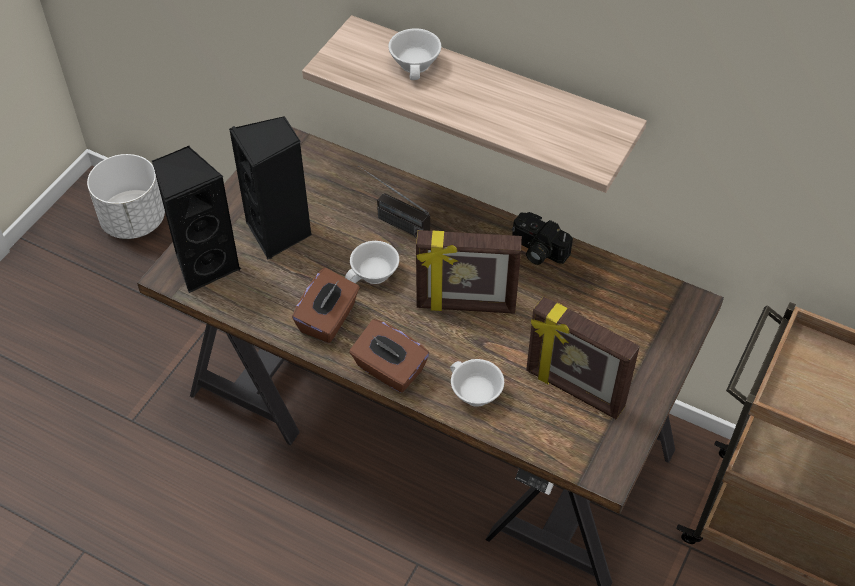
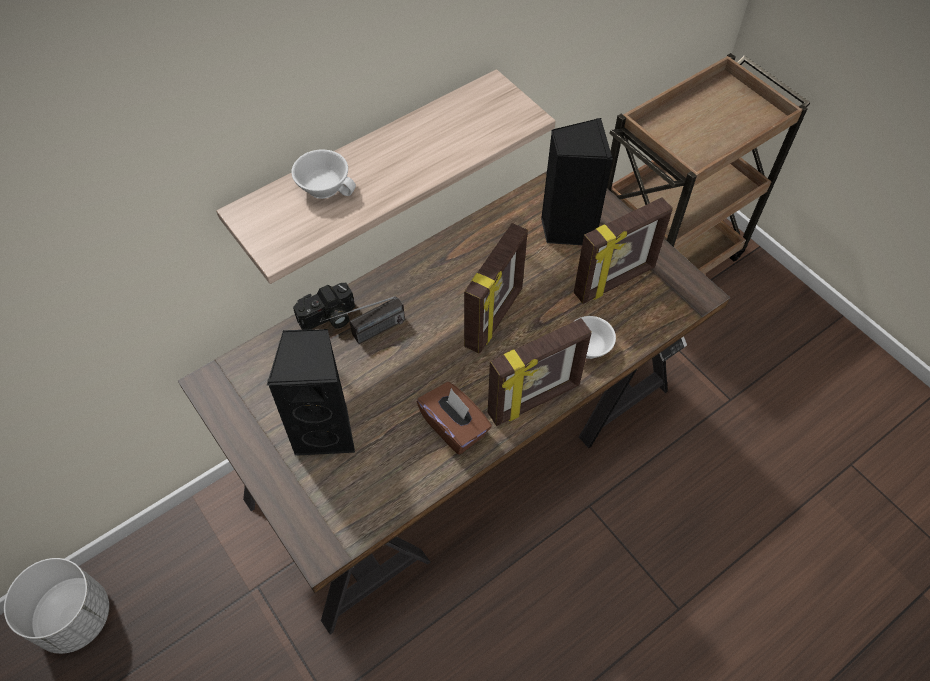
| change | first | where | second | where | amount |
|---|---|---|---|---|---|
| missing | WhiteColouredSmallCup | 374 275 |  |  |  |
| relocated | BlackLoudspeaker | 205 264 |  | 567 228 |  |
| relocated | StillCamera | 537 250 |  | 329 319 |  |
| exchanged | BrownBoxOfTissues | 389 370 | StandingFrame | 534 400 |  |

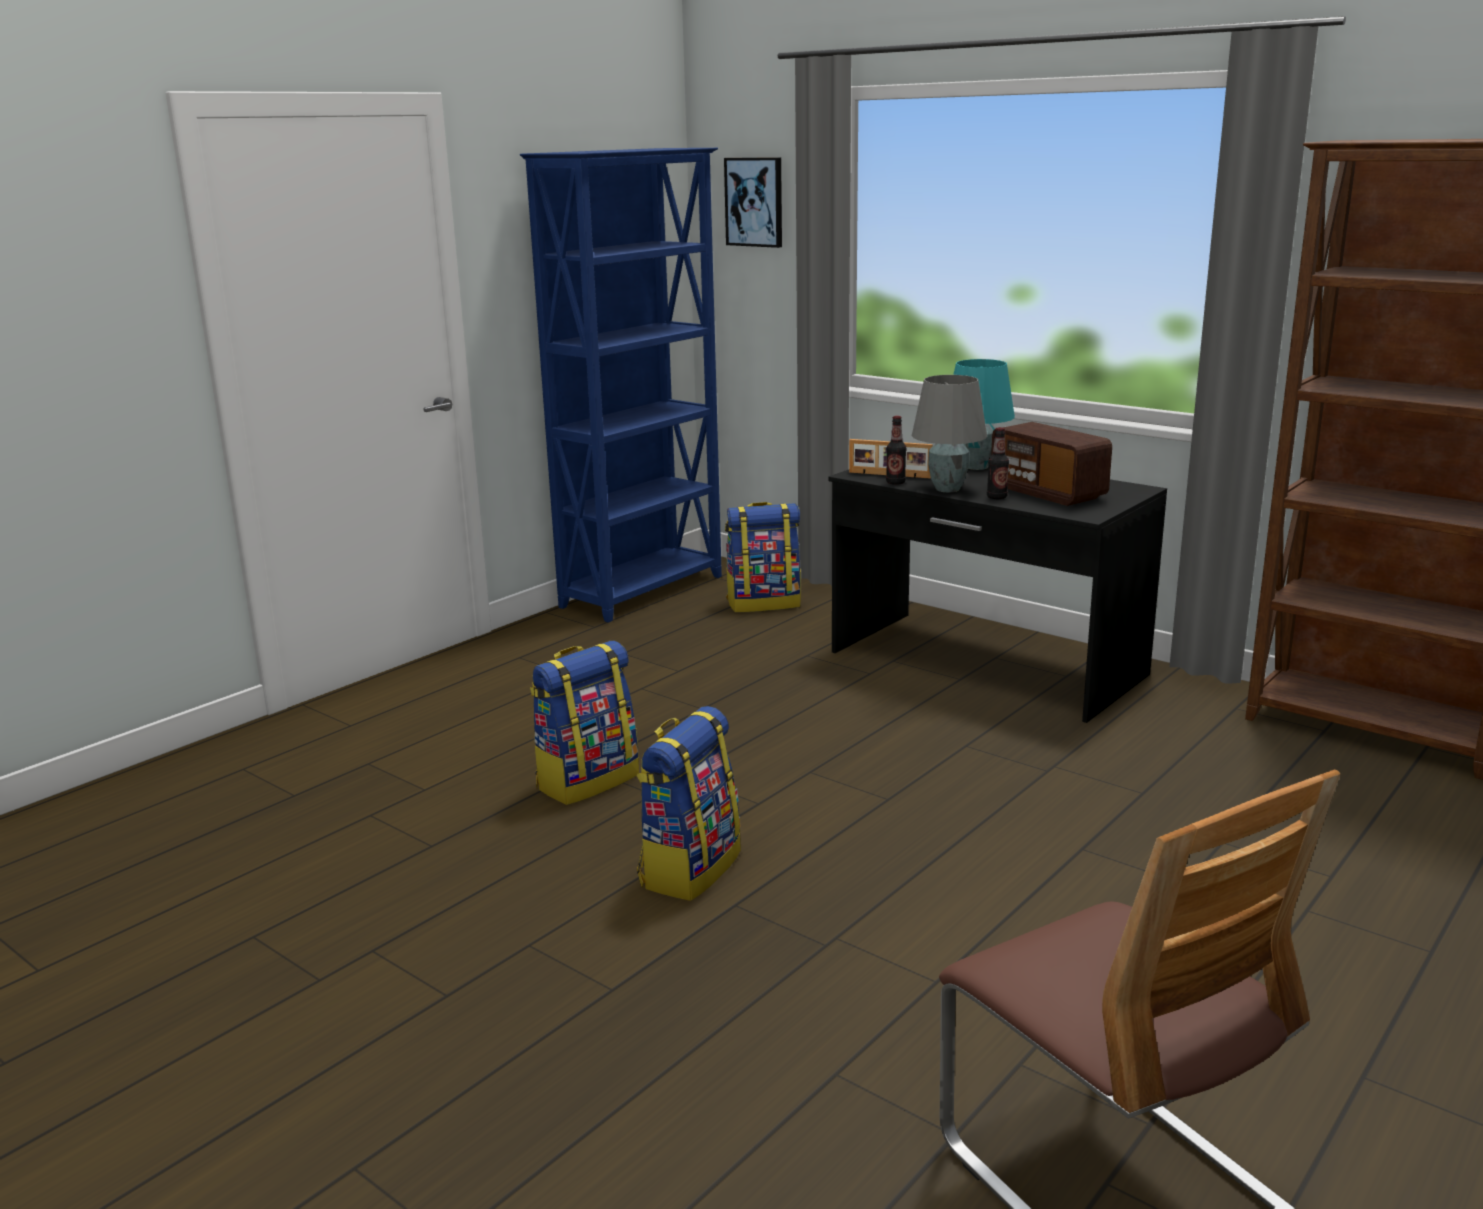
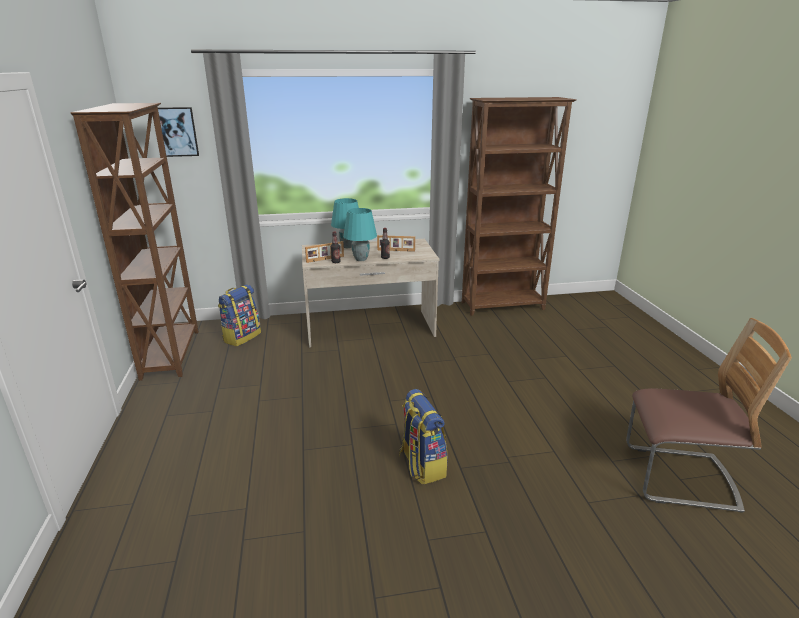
| change | first | where | second | where | amount |
|---|---|---|---|---|---|
| missing | Backpack | 587 781 |  |  |  |
| exchanged | Radio | 1048 492 | StandingFrame | 396 250 |  |
| colour | BlueBookcase | 645 591 | BrownBookcase | 172 353 |  |
| colour | BlackDeskTable | 985 664 | BeigeDeskTable | 370 328 |  |
| colour | GreyTableLamp | 947 489 | BlueGreenTableLamp | 360 259 |  |

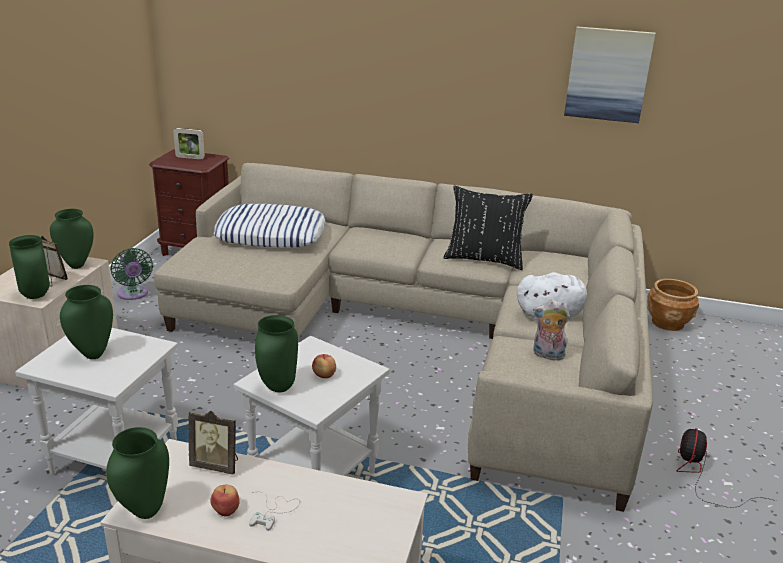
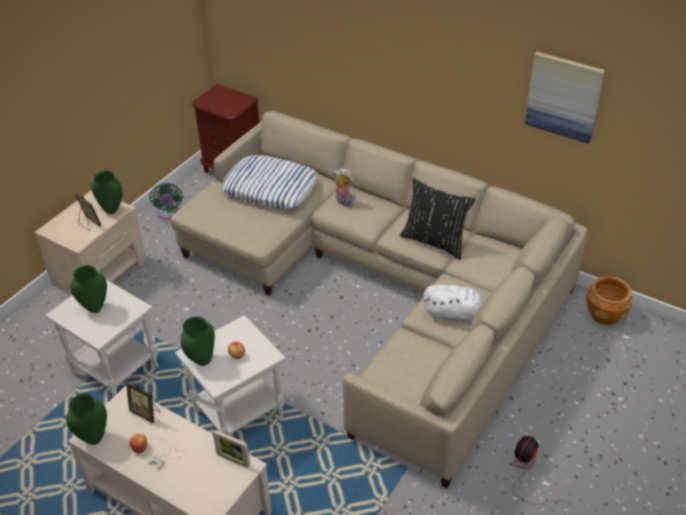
| change | first | where | second | where | amount |
|---|---|---|---|---|---|
| missing | GreenColouredVase | 36 295 |  |  |  |
| relocated | StandingFrame | 190 157 |  | 233 460 |  |
| relocated | CuddlyToy | 547 355 |  | 344 202 |  |

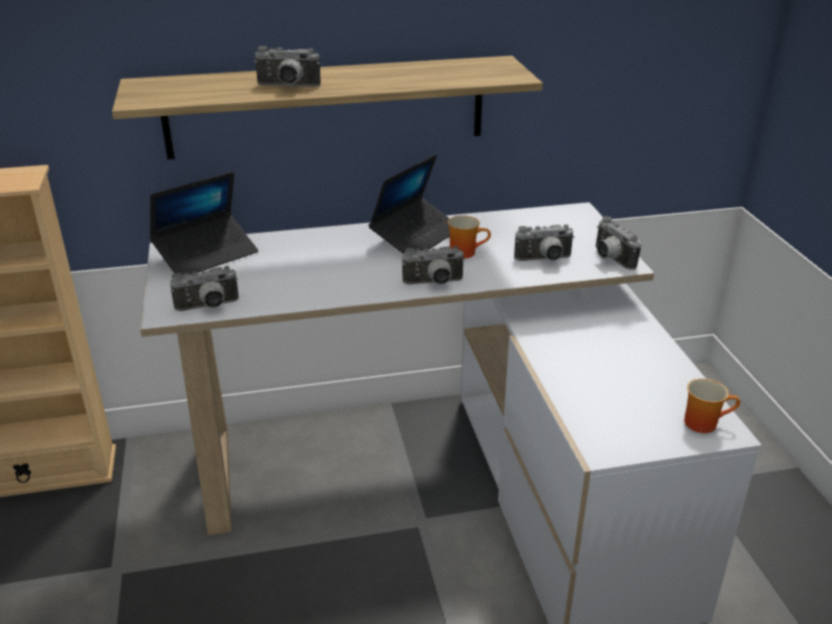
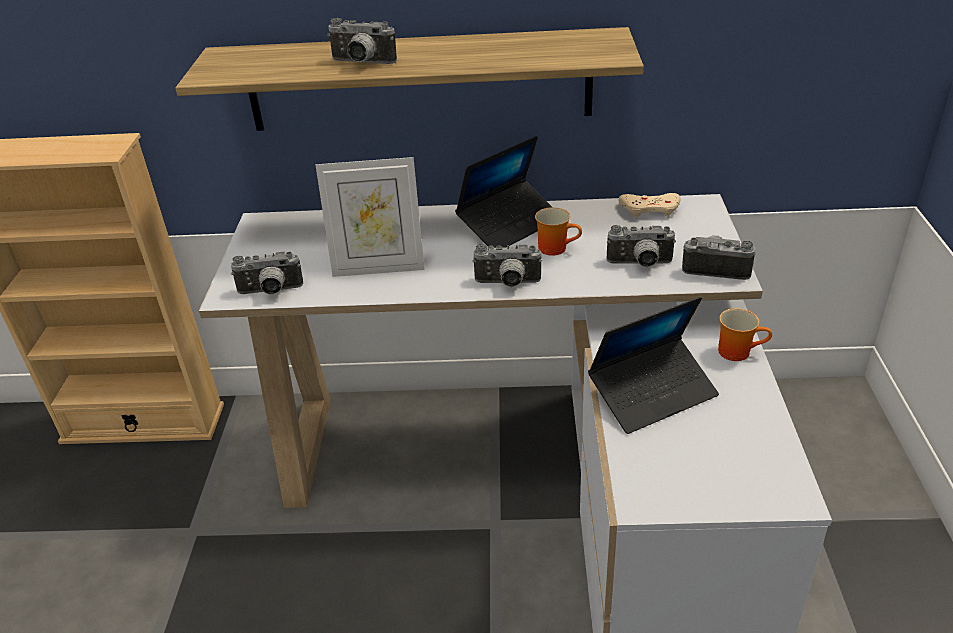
| change | first | where | second | where | amount |
|---|---|---|---|---|---|
| appeared |  |  | StandingFrame | 378 268 |  |
| appeared |  |  | BeigeGamepad | 650 210 |  |
| relocated | PortableComputer | 206 254 |  | 652 393 |  |
| relocated | TeaMug | 703 422 |  | 738 351 |  |
| spun | StillCamera | 610 258 |  | 716 268 | 120 degrees clockwise |

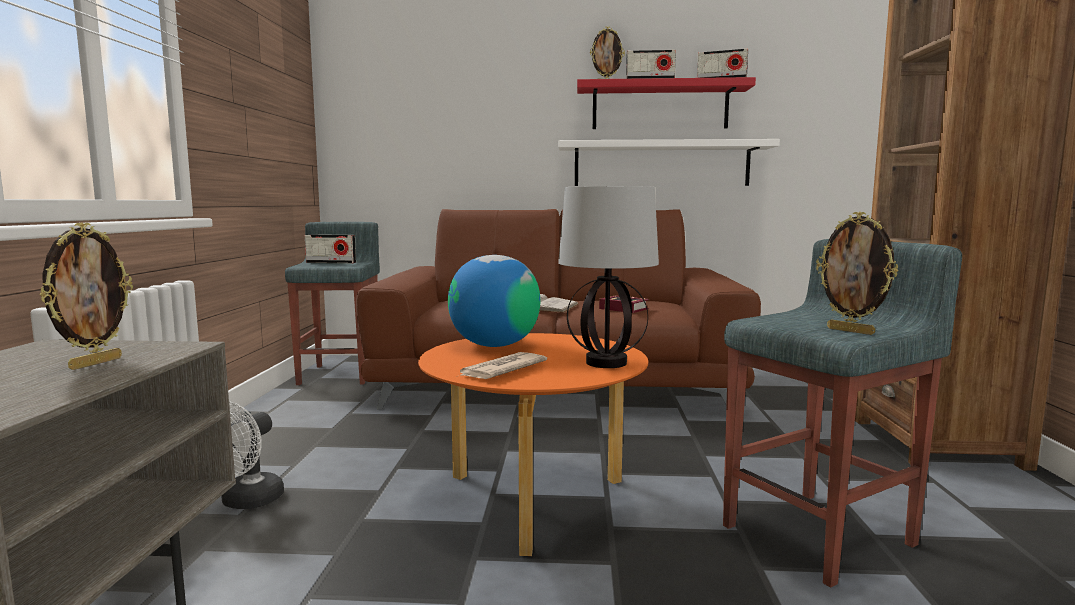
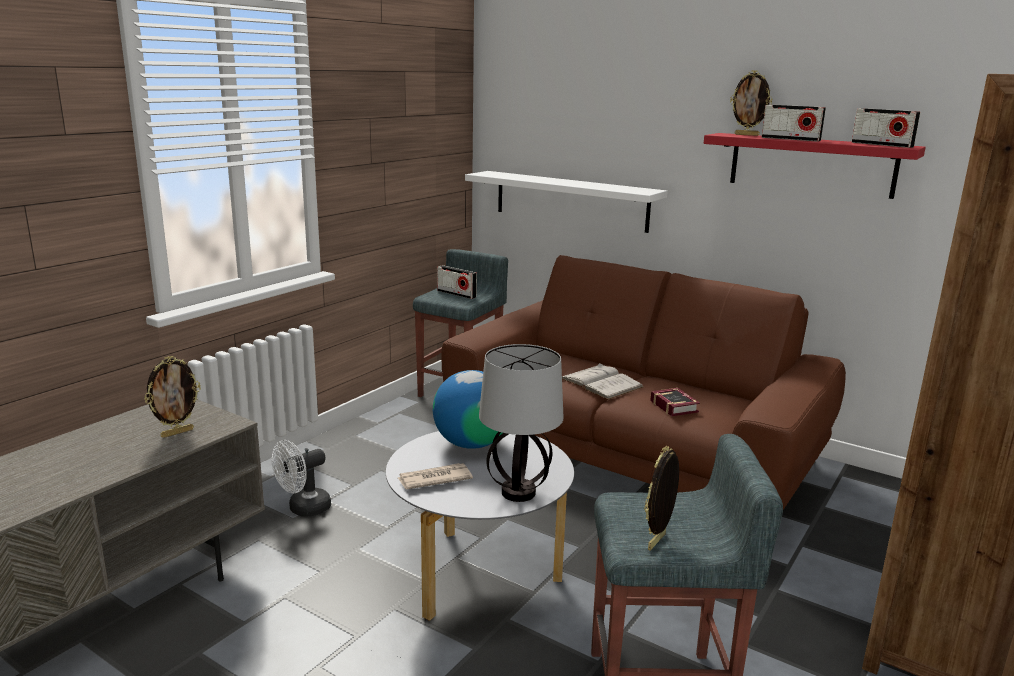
| change | first | where | second | where | amount |
|---|---|---|---|---|---|
| relocated | WhiteColouredShelf | 661 164 |  | 570 200 |  |
| colour | OrangeColouredLowTable | 534 500 | GreyLowTable | 479 574 |  |
| spun | StandingFrame | 851 331 |  | 658 542 | 45 degrees clockwise |

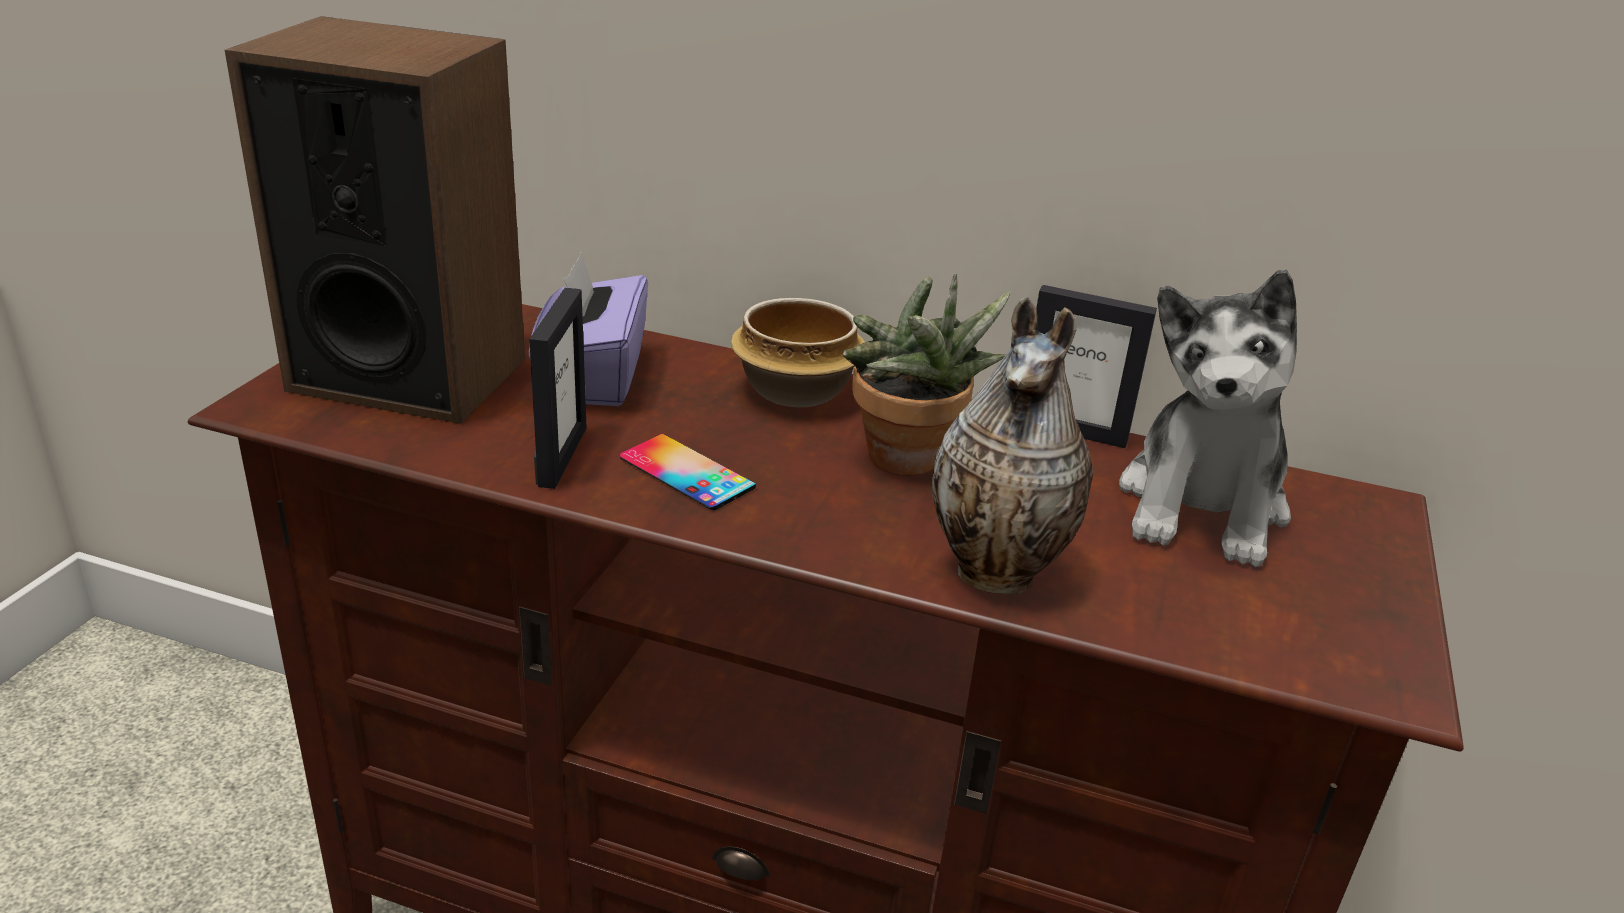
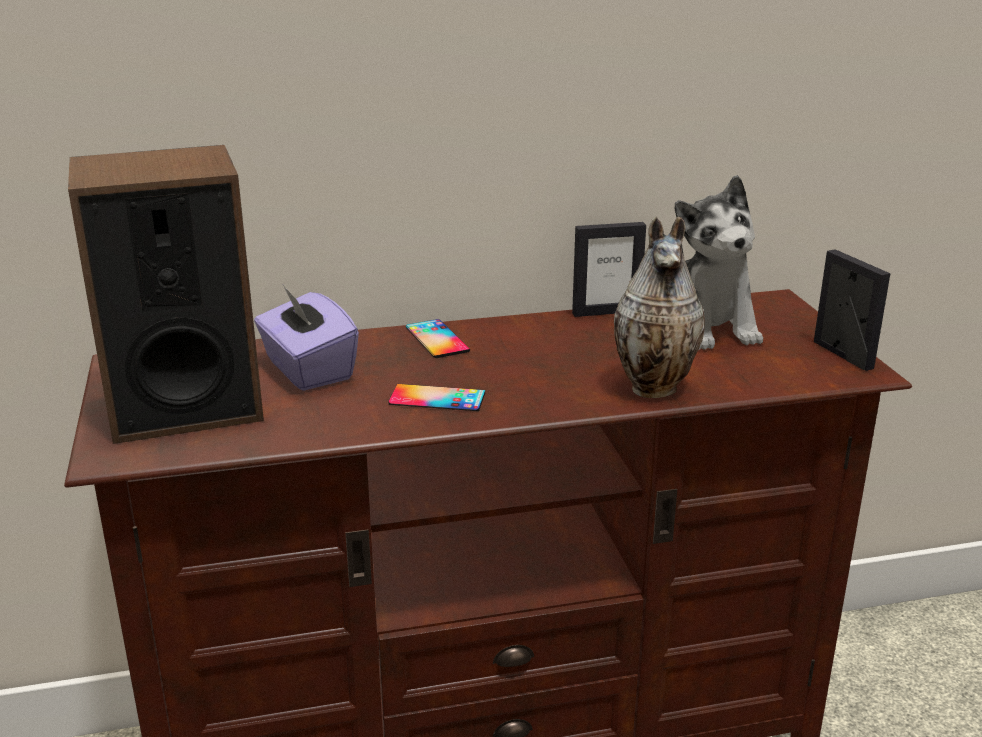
| change | first | where | second | where | amount |
|---|---|---|---|---|---|
| missing | PottedPlant | 908 464 |  |  |  |
| relocated | StandingFrame | 561 456 |  | 842 355 |  |
| exchanged | ServingBowl | 793 391 | Telephone | 437 339 |  |

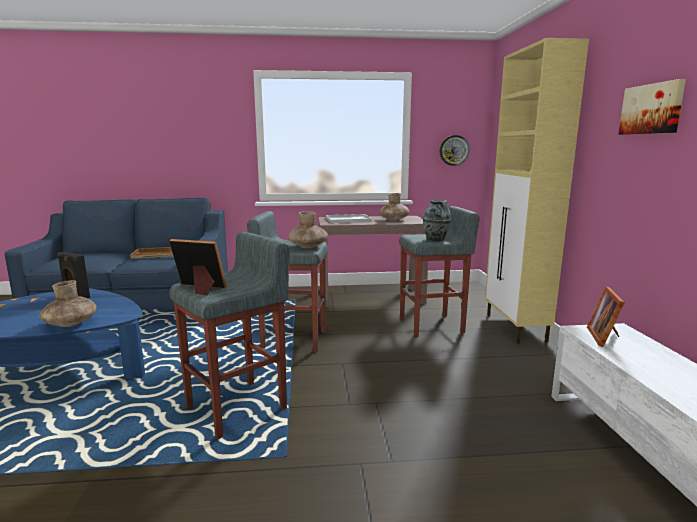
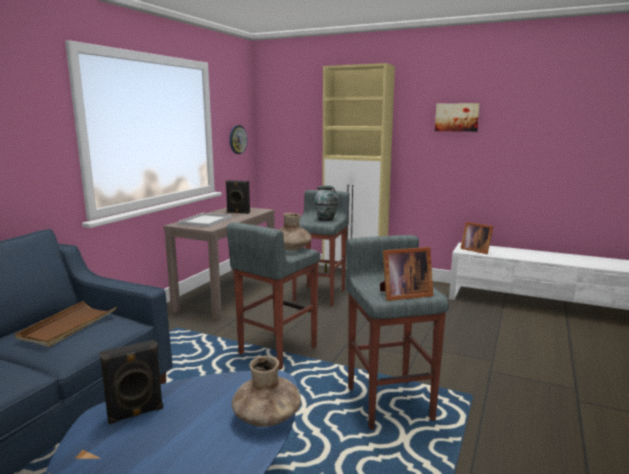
| change | first | where | second | where | amount |
|---|---|---|---|---|---|
| exchanged | BrownVase | 394 220 | BlackLoudspeaker | 238 212 |  |
| spun | StandingFrame | 199 289 |  | 403 295 | 150 degrees counterclockwise |

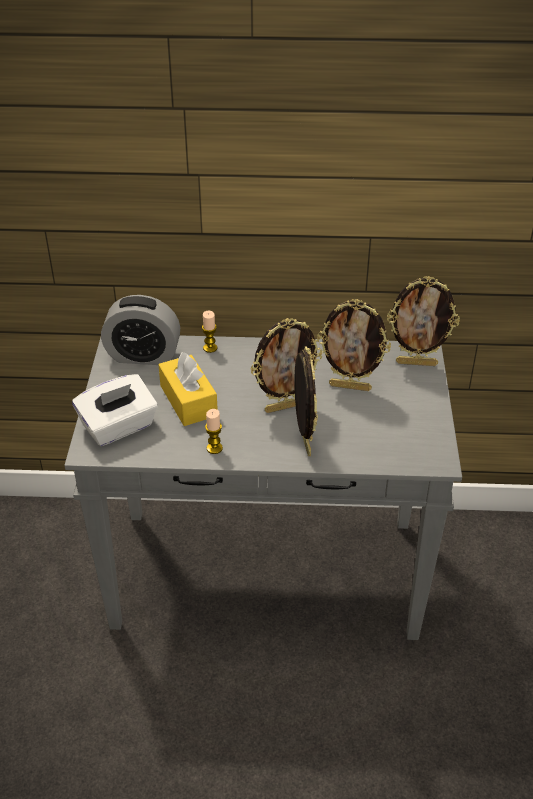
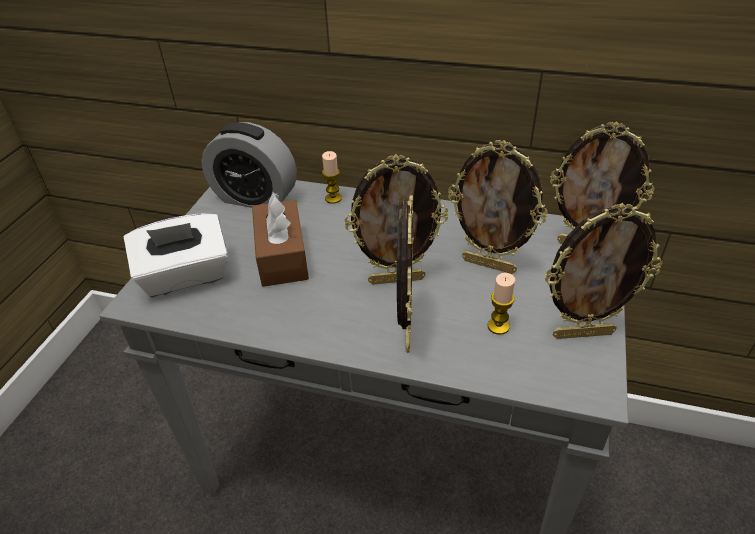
| change | first | where | second | where | amount |
|---|---|---|---|---|---|
| appeared |  |  | StandingFrame | 583 333 |  |
| relocated | Candle | 214 448 |  | 498 326 |  |
| colour | YellowishBoxOfTissues | 188 400 | BrownBoxOfTissues | 282 256 |  |

